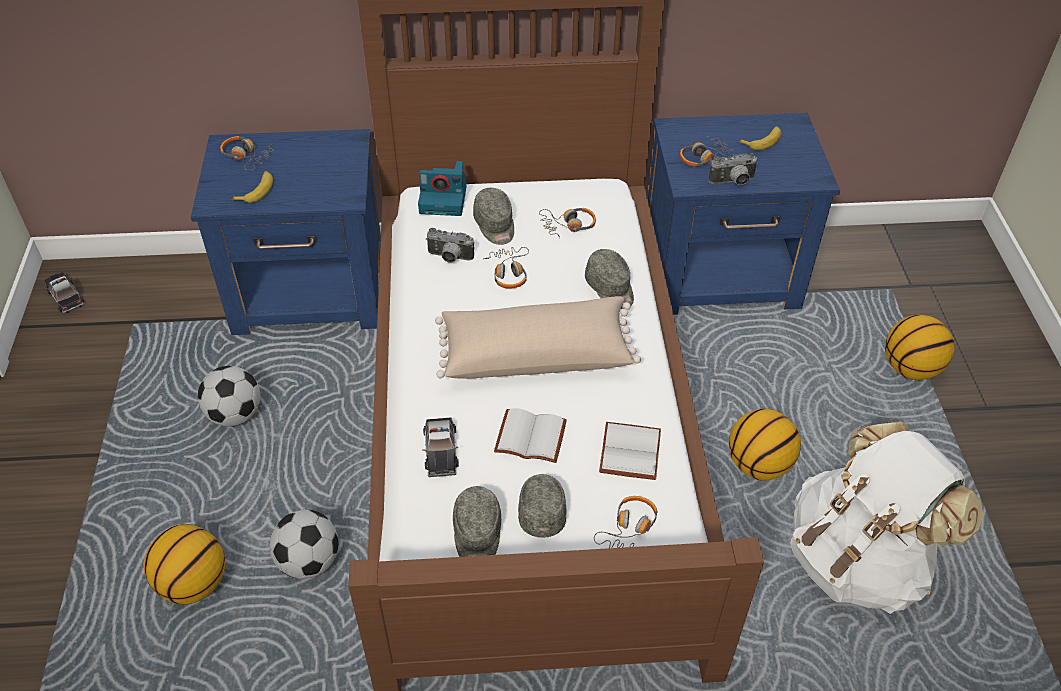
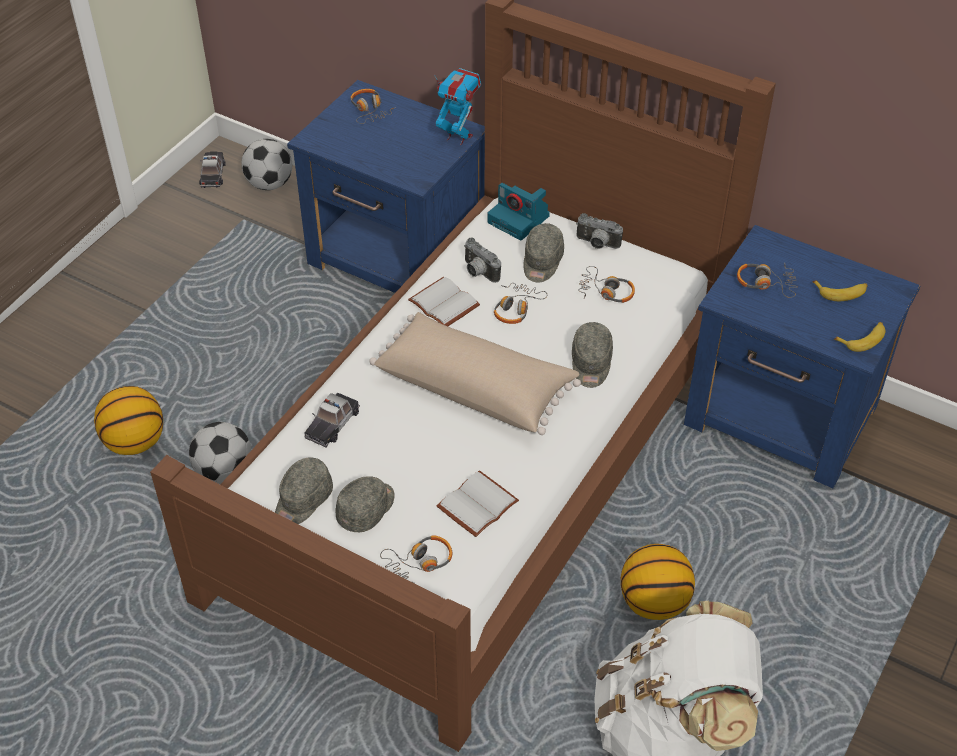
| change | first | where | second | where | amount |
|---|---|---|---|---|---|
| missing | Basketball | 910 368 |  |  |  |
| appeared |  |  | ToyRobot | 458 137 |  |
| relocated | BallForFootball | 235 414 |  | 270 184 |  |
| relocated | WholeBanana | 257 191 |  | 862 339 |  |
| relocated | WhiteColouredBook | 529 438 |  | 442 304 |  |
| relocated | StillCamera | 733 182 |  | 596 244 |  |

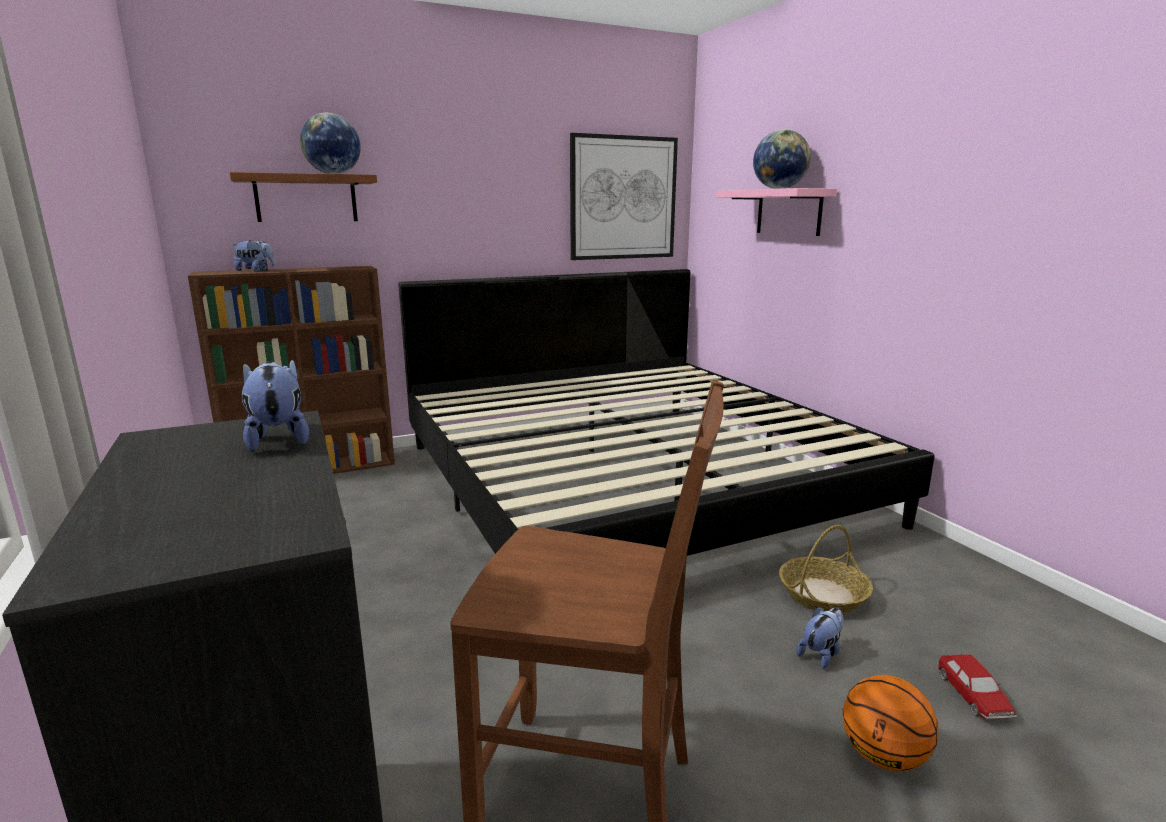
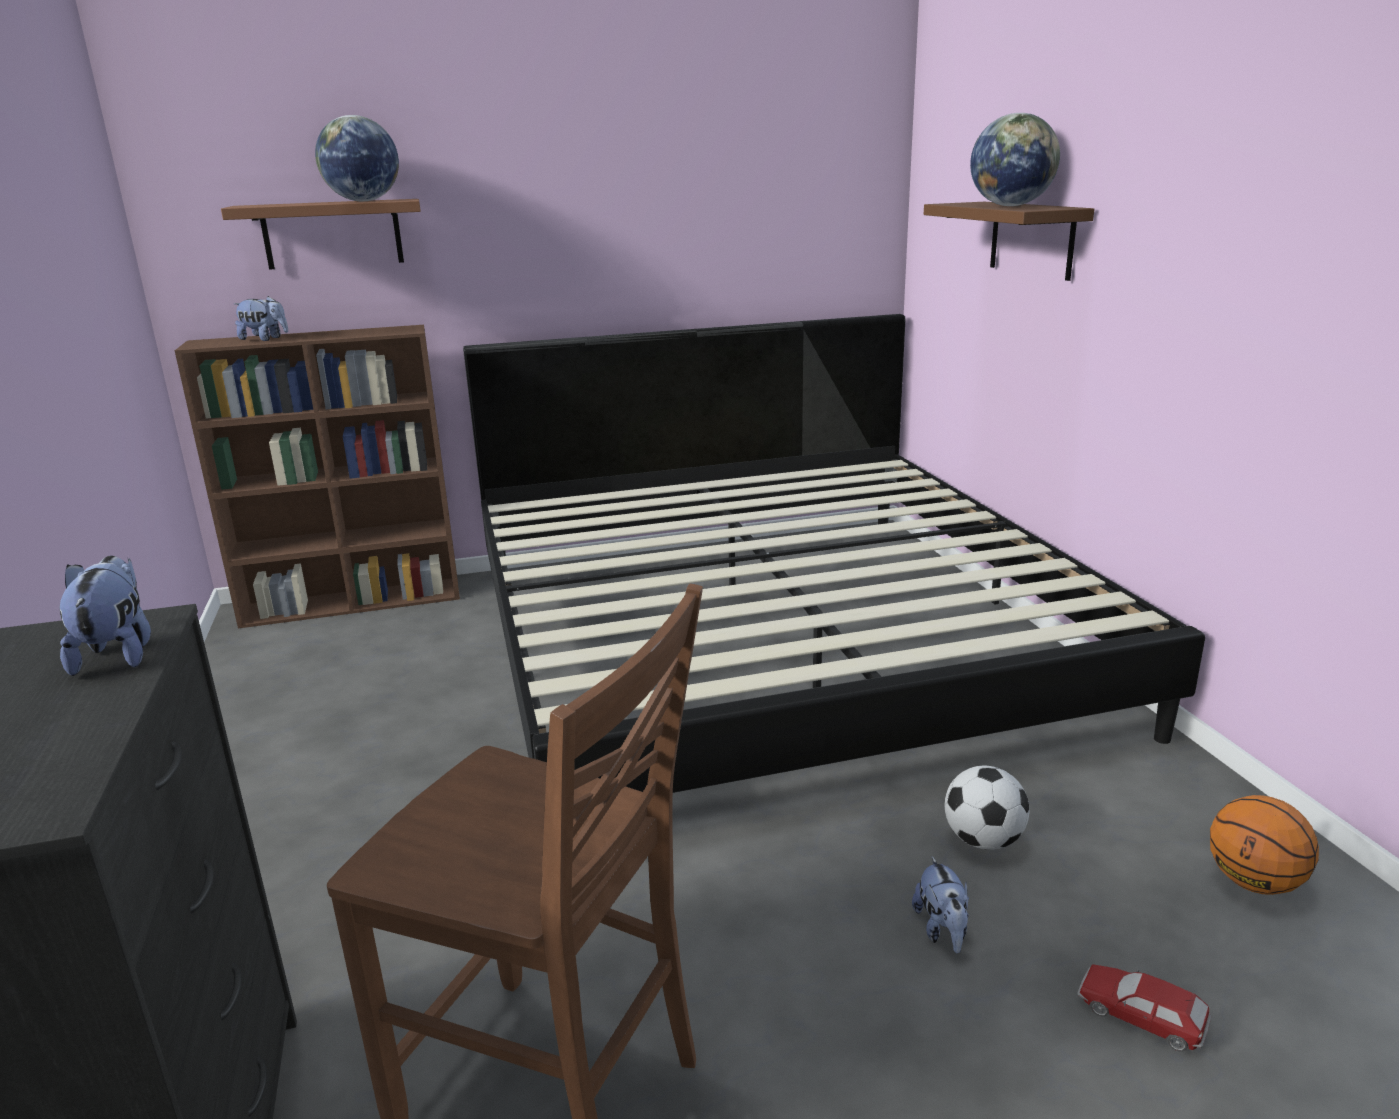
| change | first | where | second | where | amount |
|---|---|---|---|---|---|
| missing | WallArt | 623 198 |  |  |  |
| relocated | Basketball | 882 756 |  | 1253 882 |  |
| exchanged | Basket | 823 595 | BallForFootball | 983 840 |  |
| colour | PinkColouredShelf | 789 212 | BrownShelf | 1031 239 |  |
| spun | CuddlyToy | 821 654 |  | 942 930 | 120 degrees clockwise |
| spun | ModelCar | 973 696 |  | 1140 1016 | 120 degrees clockwise |

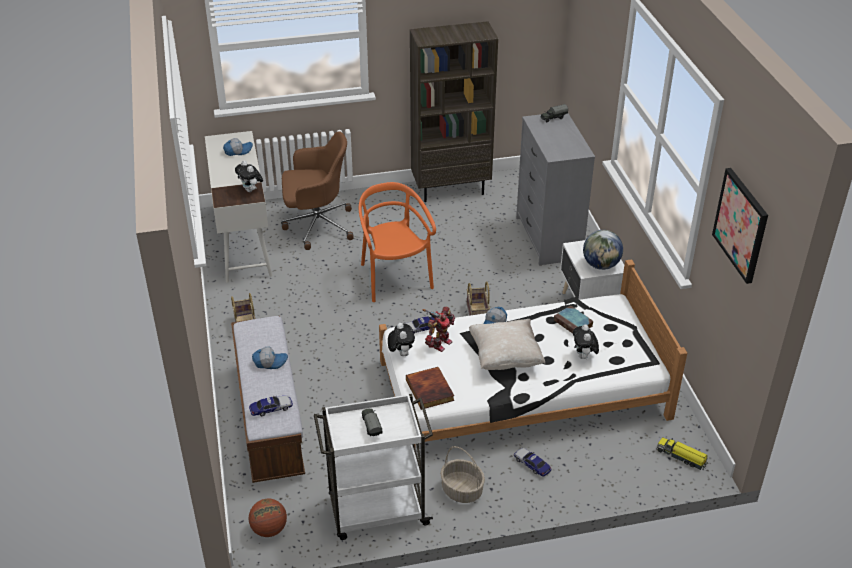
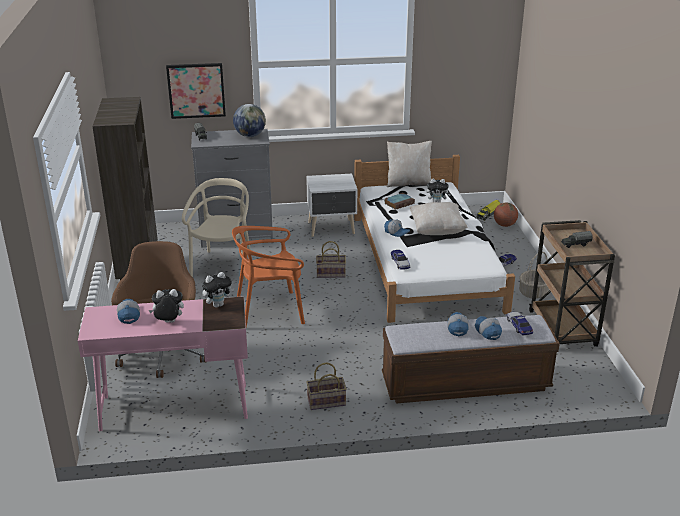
| change | first | where | second | where | amount |
|---|---|---|---|---|---|
| missing | Book | 431 390 |  |  |  |
| missing | ToyRobot | 439 343 |  |  |  |
| appeared |  |  | BeigeChair | 223 266 |  |
| appeared |  |  | BeigePillow | 408 183 |  |
| appeared |  |  | PeakedCap | 487 331 |  |
| relocated | Basketball | 269 529 |  | 504 225 |  |
| relocated | CuddlyToy | 401 353 |  | 168 322 |  |
| relocated | Globe | 601 265 |  | 250 136 |  |
| relocated | WallArt | 741 225 |  | 196 90 |  |
| colour | WhiteColouredDeskTable | 243 242 | PinkColouredDeskTable | 174 407 |  |
| colour | WhiteColouredCart | 376 511 | BrownCart | 563 330 |  |

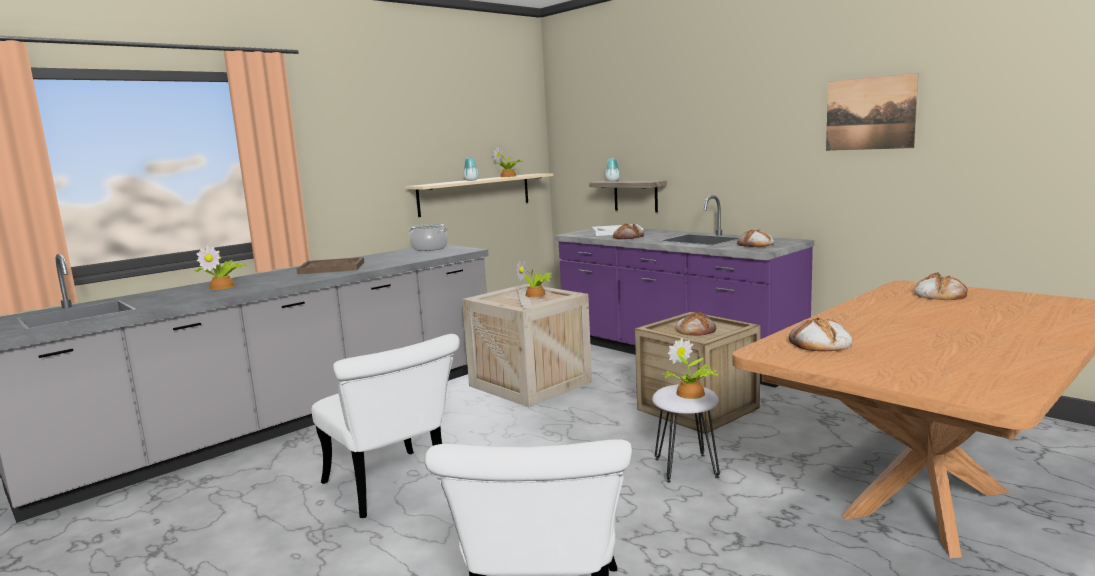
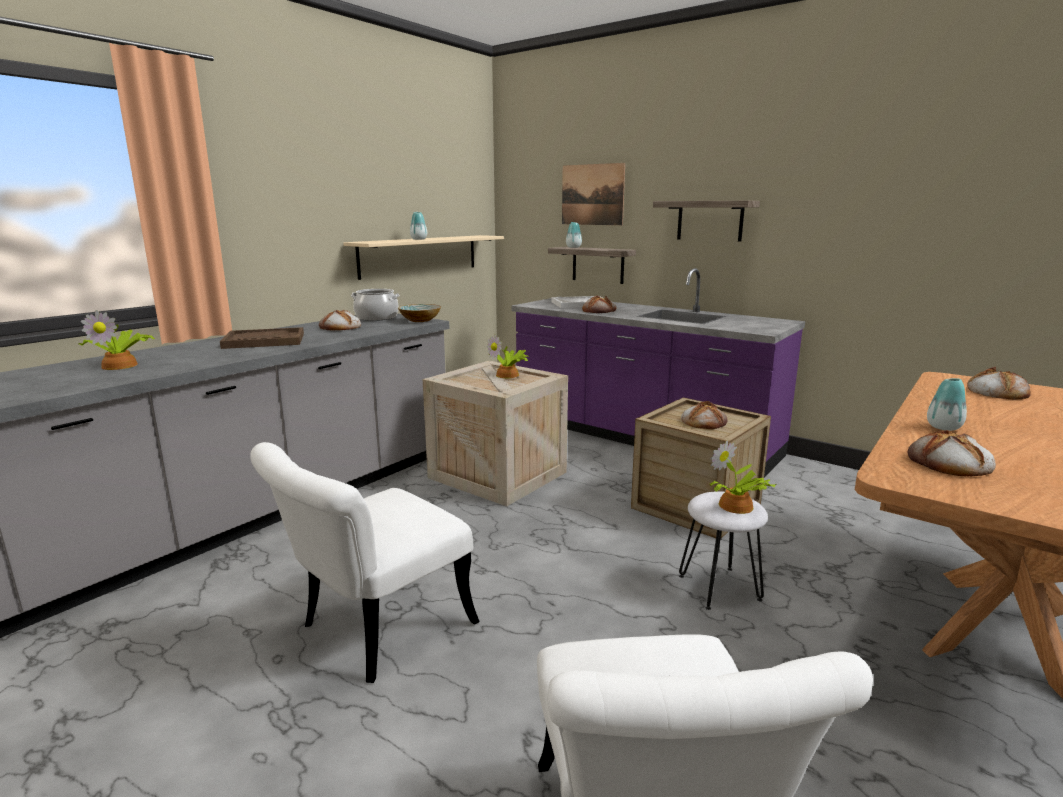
| change | first | where | second | where | amount |
|---|---|---|---|---|---|
| missing | PottedPlant | 508 176 |  |  |  |
| appeared |  |  | ServingBowl | 420 320 |  |
| appeared |  |  | Shelf | 710 220 |  |
| appeared |  |  | Vase | 943 427 |  |
| relocated | BakeryBread | 755 244 |  | 340 327 |  |
| relocated | WallArt | 870 113 |  | 592 194 |  |
| spun | WhiteColouredChair | 393 489 |  | 374 632 | 90 degrees clockwise |

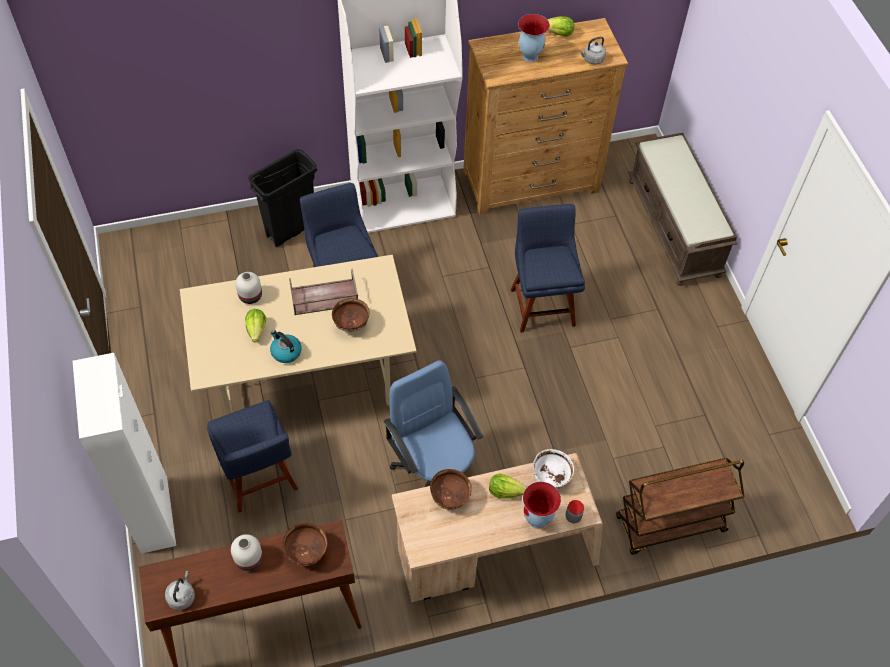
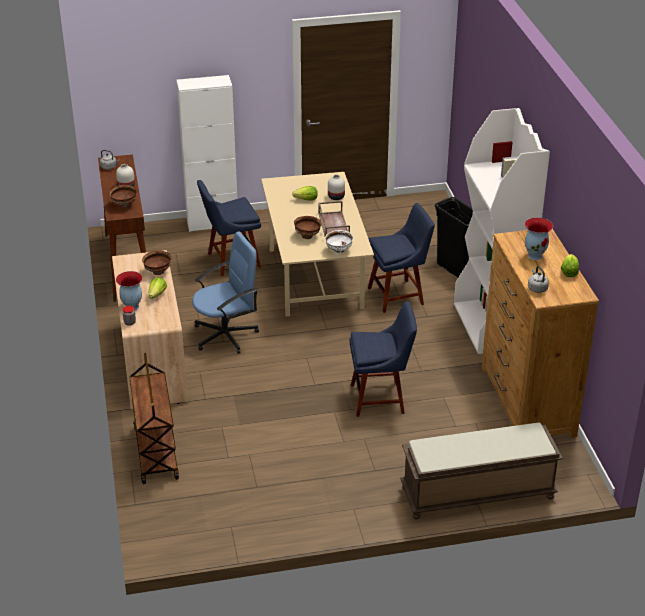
| change | first | where | second | where | amount |
|---|---|---|---|---|---|
| missing | TeaKettle | 285 352 |  |  |  |
| relocated | WhiteColouredServingBowl | 551 477 |  | 339 251 |  |

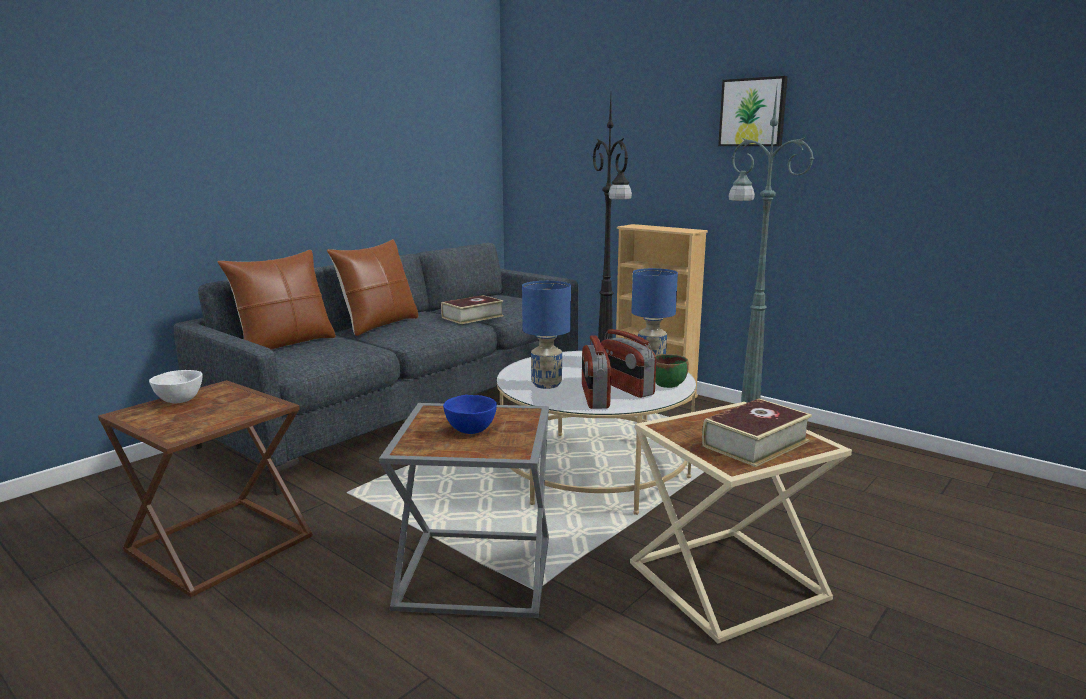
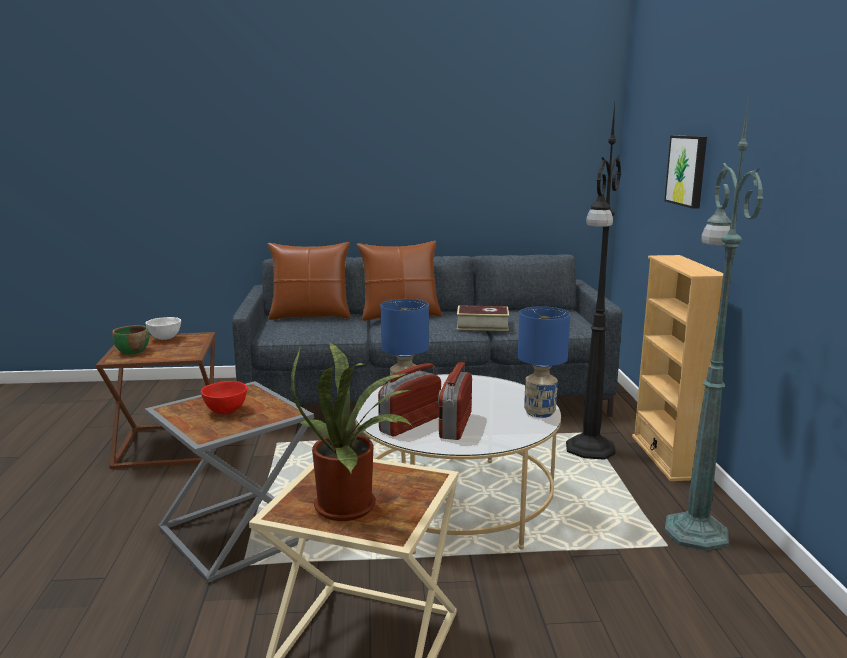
| change | first | where | second | where | amount |
|---|---|---|---|---|---|
| relocated | GreenColouredServingBowl | 667 384 |  | 132 351 |  |
| relocated | WallArt | 753 112 |  | 688 170 |  |
| exchanged | Book | 755 443 | PottedPlant | 352 506 |  |
| colour | BlueServingBowl | 470 430 | RedColouredServingBowl | 226 411 |  |

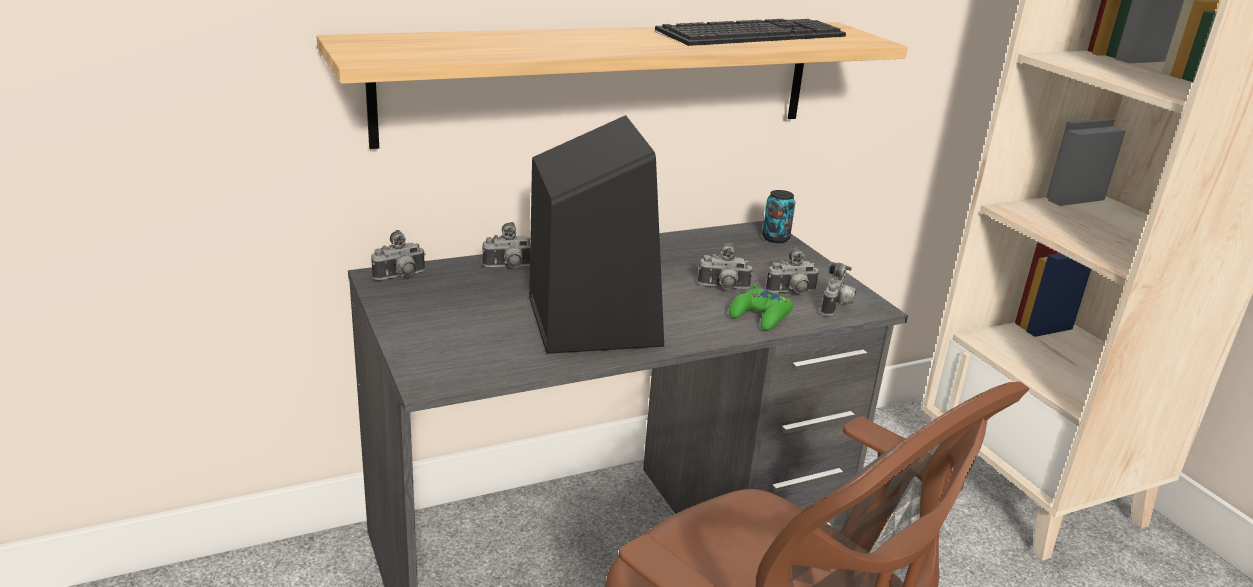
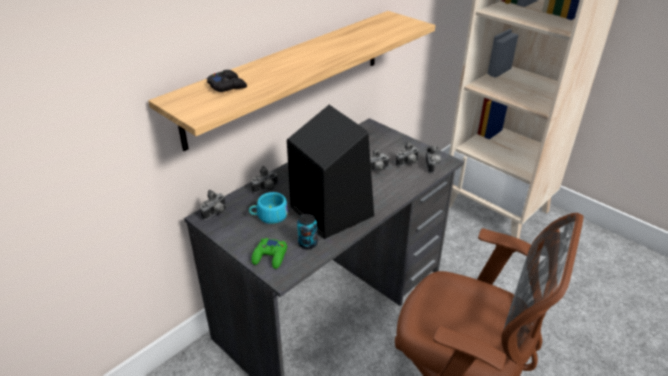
| change | first | where | second | where | amount |
|---|---|---|---|---|---|
| missing | Keyboard | 752 33 |  |  |  |
| appeared |  |  | BlackGamepad | 227 86 |  |
| appeared |  |  | BlueGreenSmallCup | 269 216 |  |
| relocated | GreenColouredGamepad | 761 316 |  | 270 257 |  |
| relocated | MetalCan | 775 238 |  | 307 244 |  |

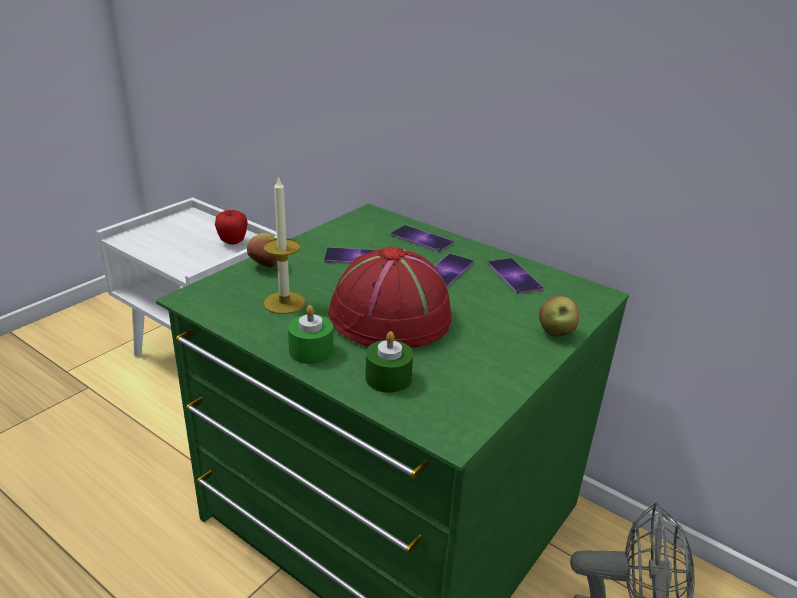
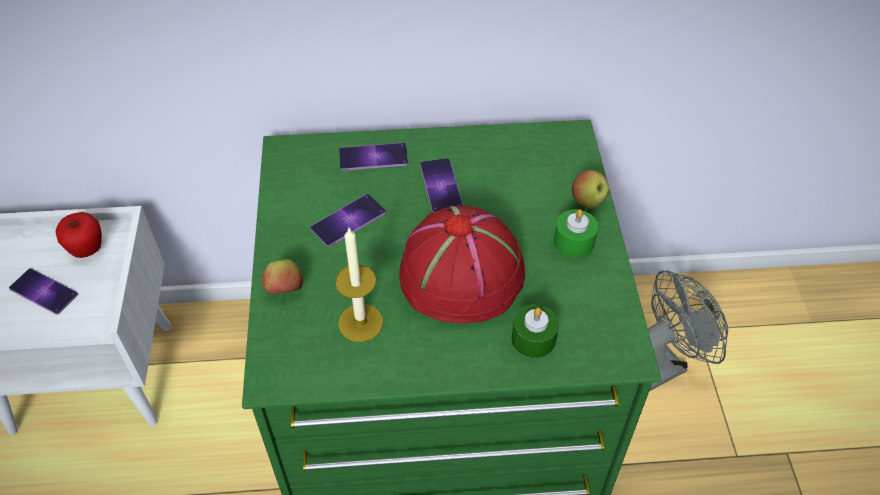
| change | first | where | second | where | amount |
|---|---|---|---|---|---|
| relocated | GreenColouredCandle | 311 350 |  | 574 242 |  |
| relocated | Telephone | 514 276 |  | 44 291 |  |

